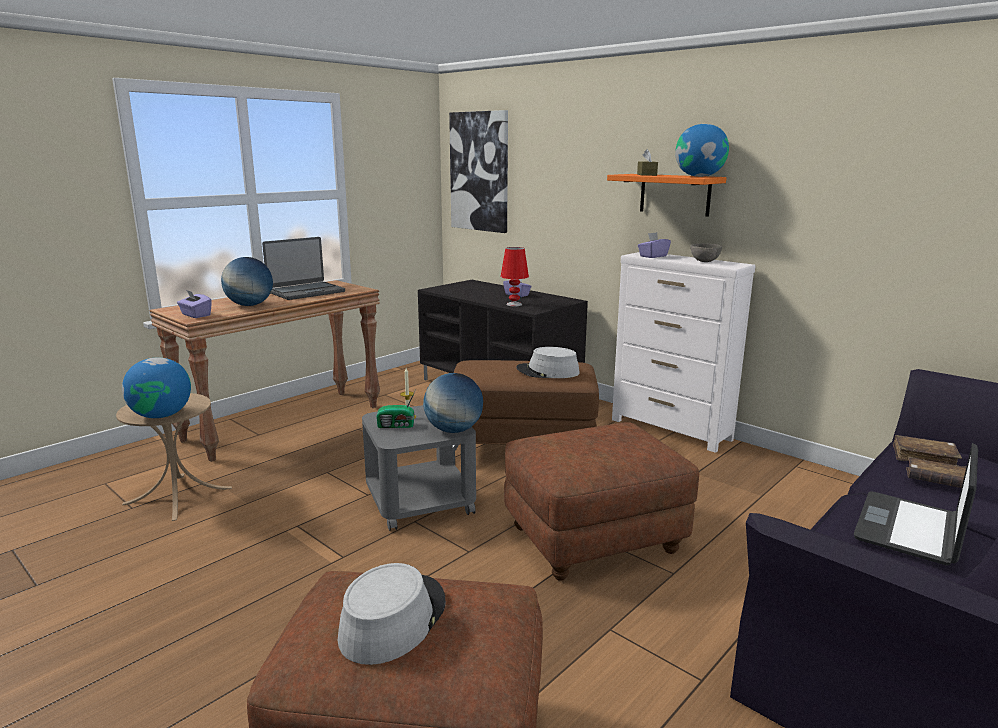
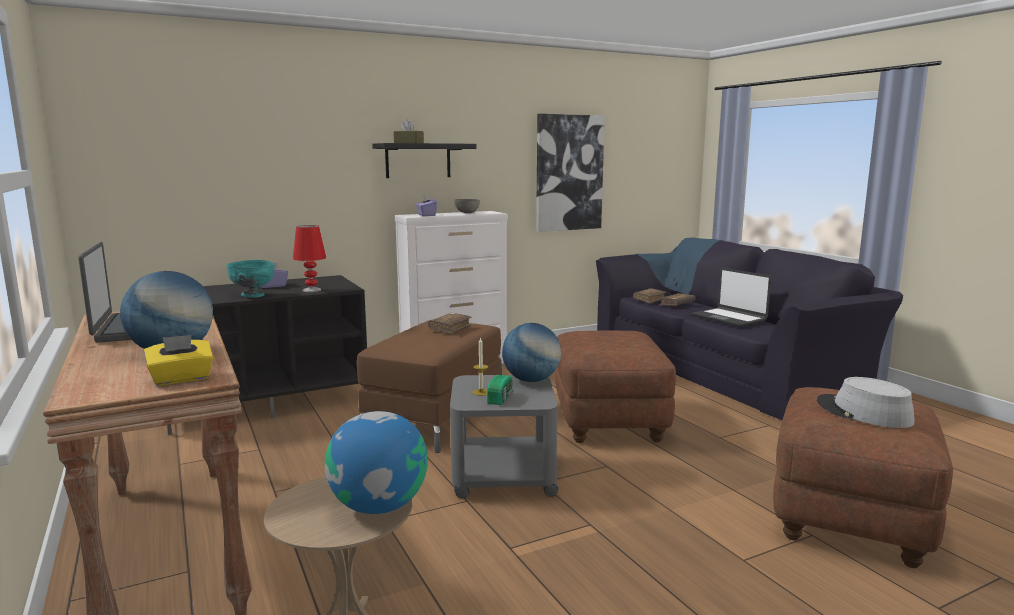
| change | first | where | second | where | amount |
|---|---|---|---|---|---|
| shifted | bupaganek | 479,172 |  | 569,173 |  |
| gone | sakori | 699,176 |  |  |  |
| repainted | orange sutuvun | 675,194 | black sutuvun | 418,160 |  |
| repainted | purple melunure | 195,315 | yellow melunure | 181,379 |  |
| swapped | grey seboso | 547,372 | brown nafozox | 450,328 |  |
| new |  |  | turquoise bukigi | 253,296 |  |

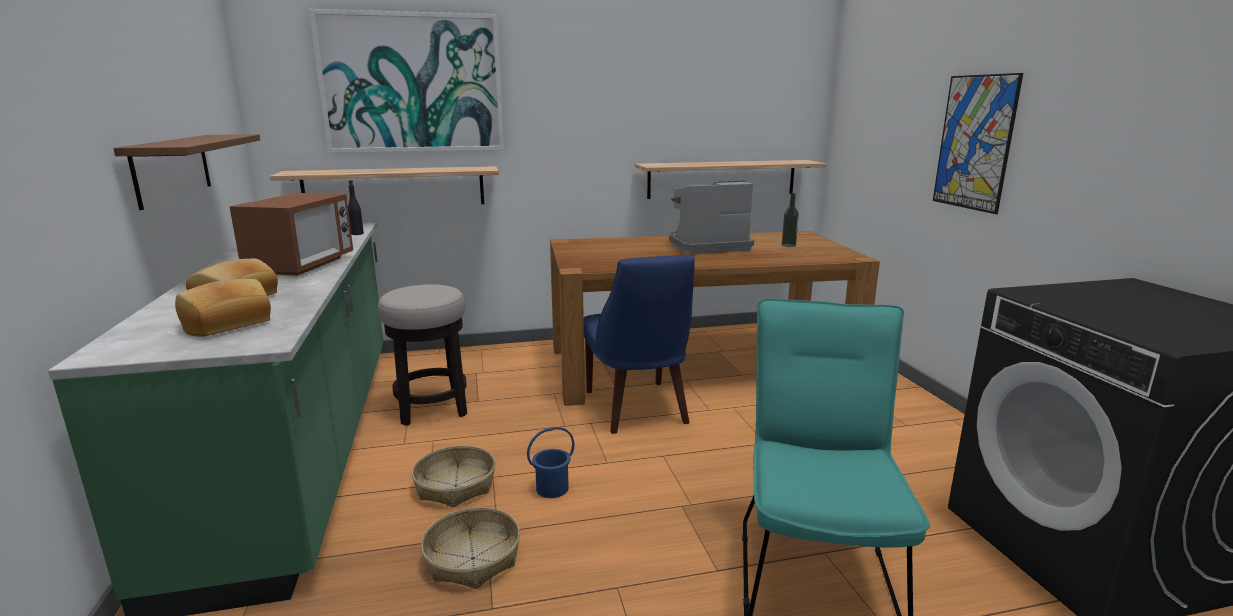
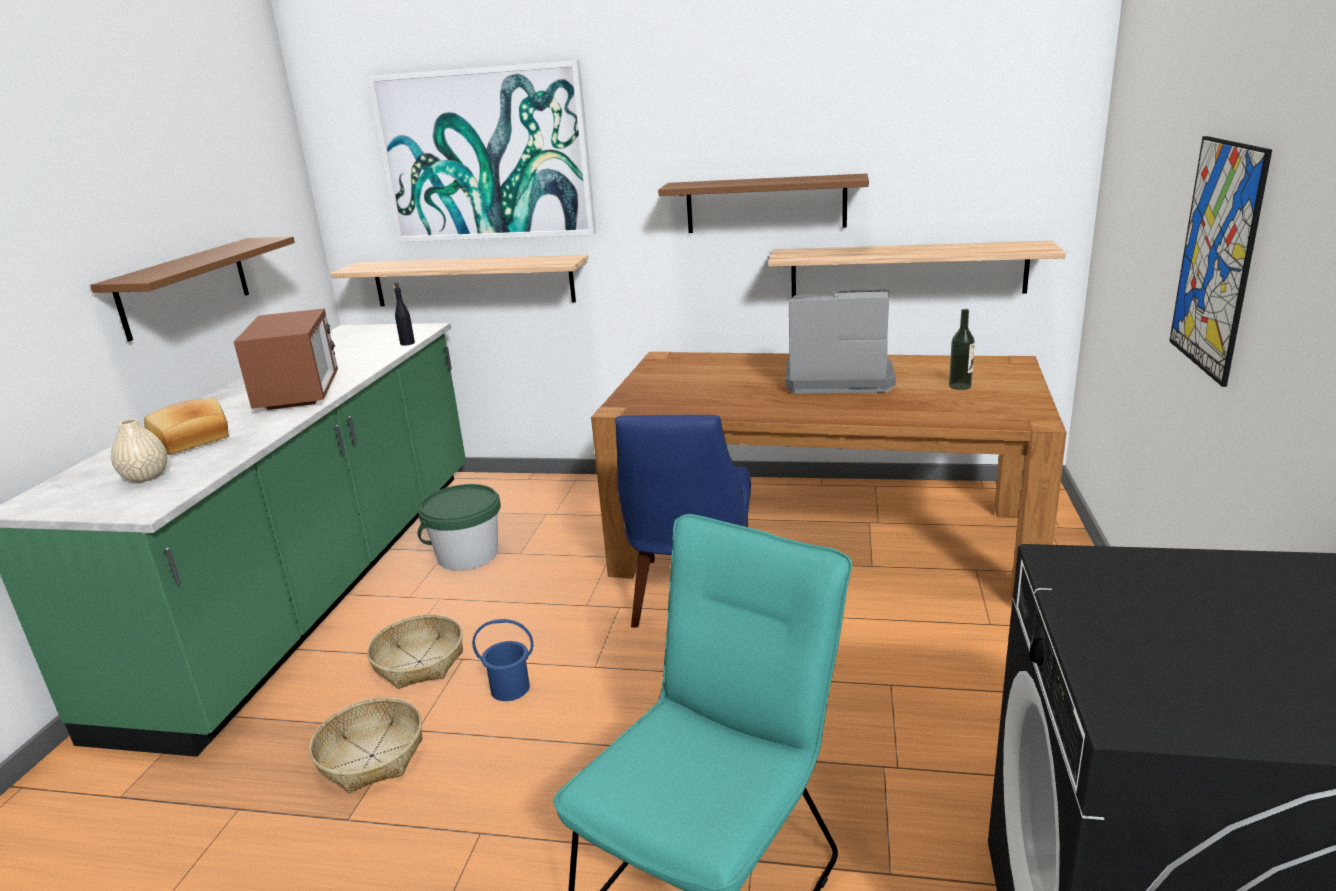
| change | first | where | second | where | amount |
|---|---|---|---|---|---|
| rotated | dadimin | 302,265 |  | 299,394 | 45 degrees counterclockwise |
| swapped | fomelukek | 226,324 | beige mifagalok | 146,477 |  |
| swapped | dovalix | 432,408 | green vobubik | 468,555 |  |
| new |  |  | brown sutuvun | 765,204 |  |

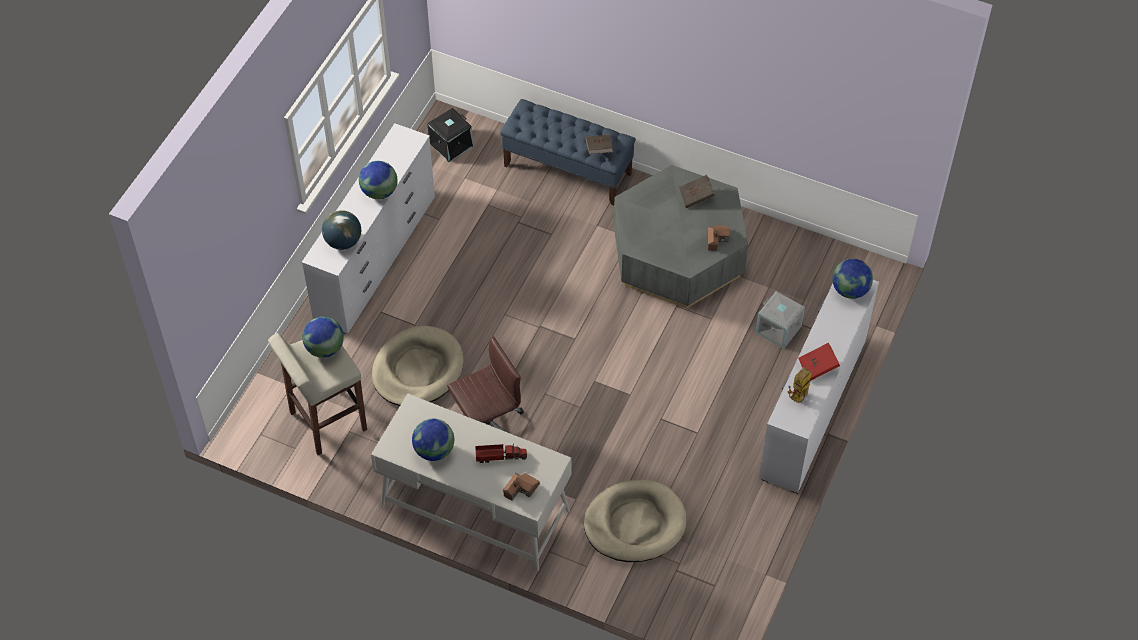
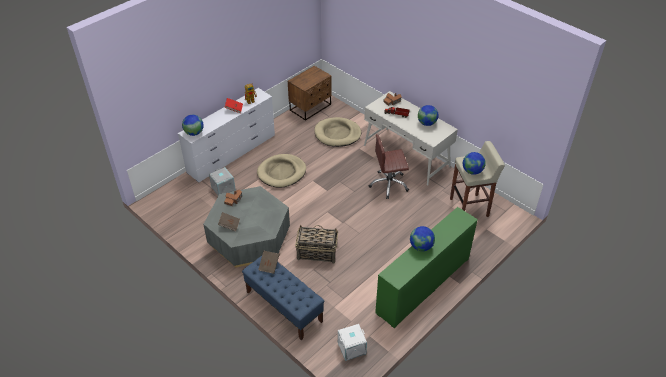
| change | first | where | second | where | amount |
|---|---|---|---|---|---|
| repainted | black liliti | 450,144 | white liliti | 351,348 |  |
| repainted | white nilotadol | 376,258 | green nilotadol | 423,285 |  |
| gone | sakori | 343,242 |  |  |  |
| shifted | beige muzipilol | 417,369 |  | 282,172 |  |
| new |  |  | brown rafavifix | 311,107 |  |
| new |  |  | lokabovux | 316,252 |  |

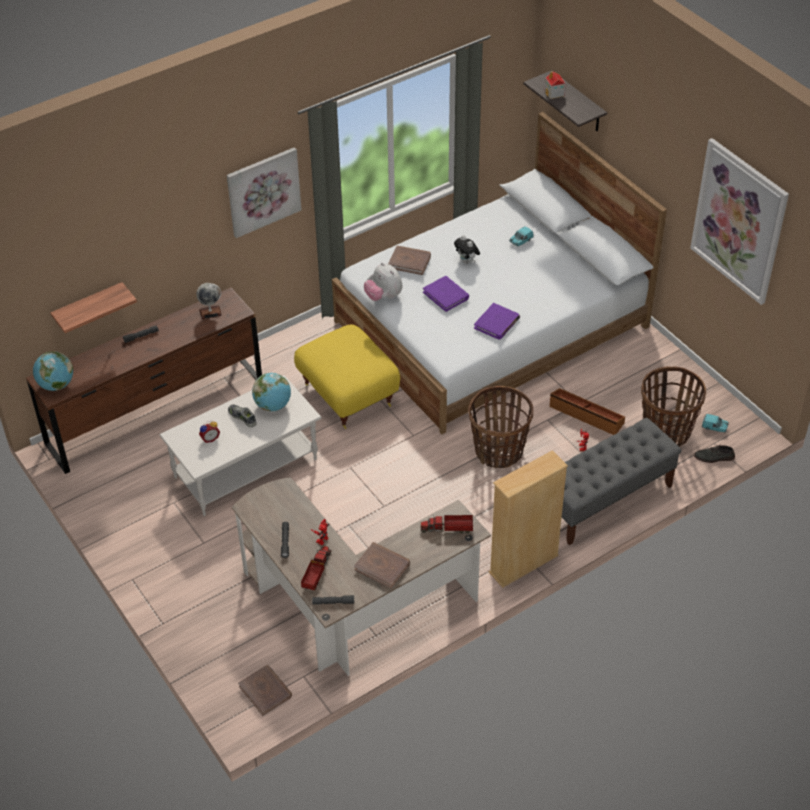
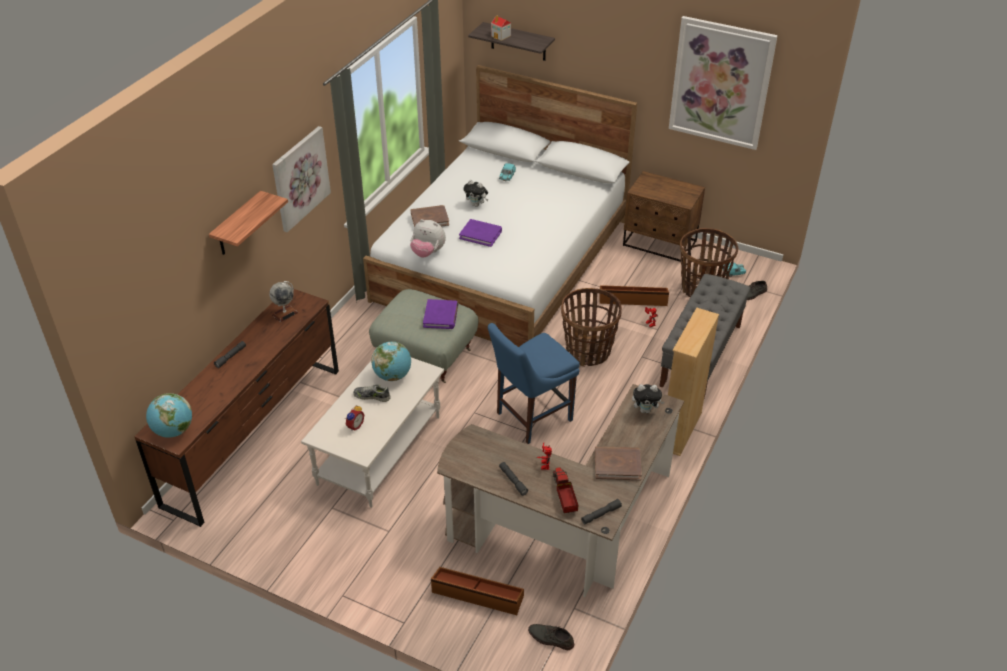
| change | first | where | second | where | amount |
|---|---|---|---|---|---|
| shifted | sutuvun | 89,308 |  | 237,225 |  |
| shifted | purple nafozox | 497,323 |  | 441,316 |  |
| repainted | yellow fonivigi | 349,394 | grey fonivigi | 426,354 |  |
| swapped | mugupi | 448,528 | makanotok | 645,410 |  |
| swapped | brown nafozox | 265,691 | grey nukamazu | 550,638 |  |
| new |  |  | brown rafavifix | 659,244 |  |
| new |  |  | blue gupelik | 531,418 |  |
| new |  |  | brown liliti | 477,595 |  |

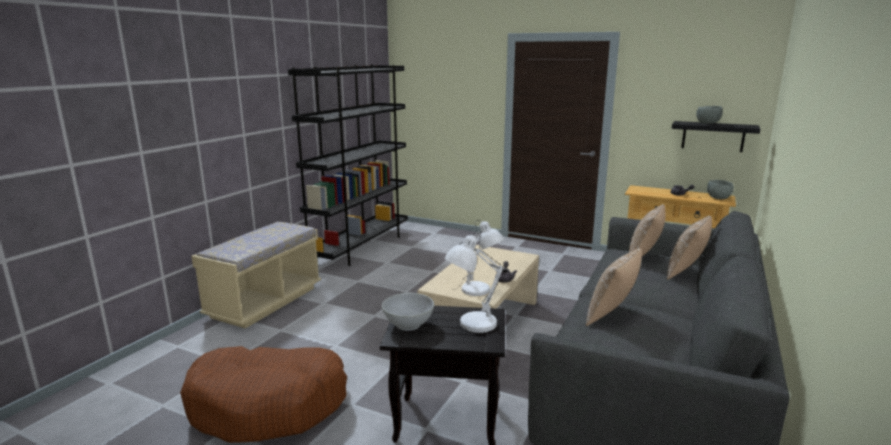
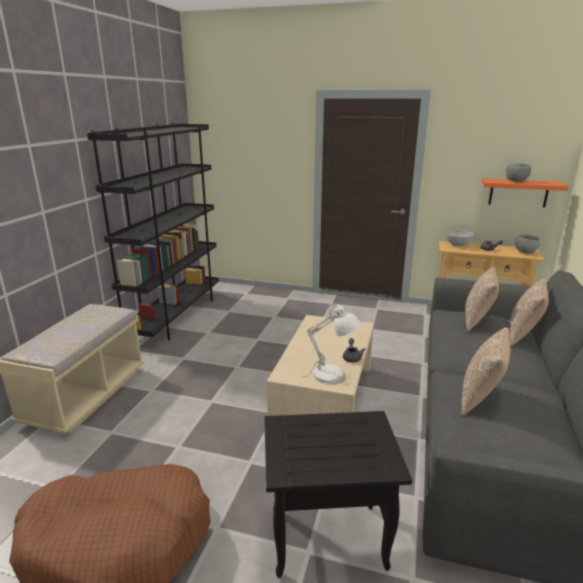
| change | first | where | second | where | amount |
|---|---|---|---|---|---|
| repainted | black sutuvun | 713,136 | orange sutuvun | 518,193 |  |
| gone | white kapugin | 473,325 |  |  |  |
| shifted | white bukigi | 408,325 |  | 457,245 |  |

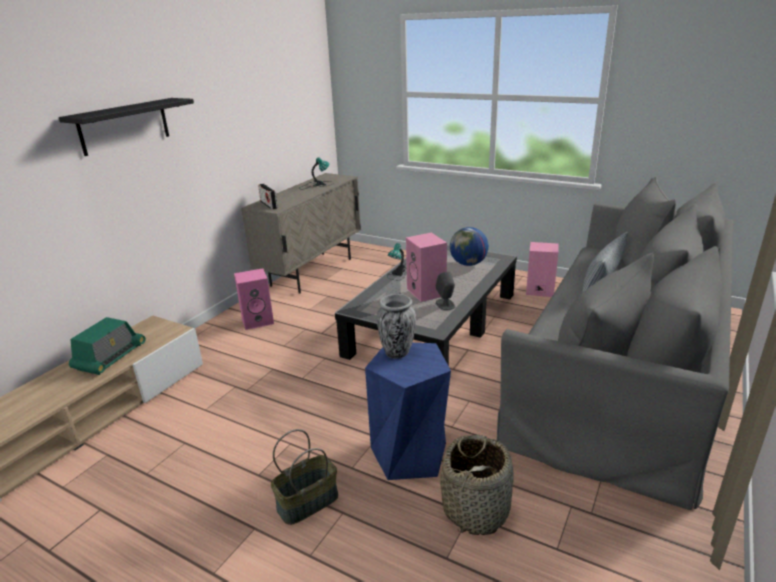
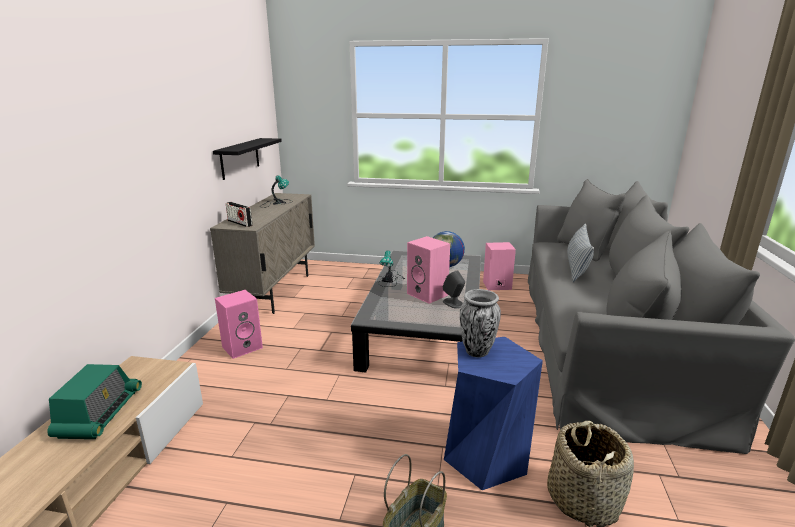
| change | first | where | second | where | amount |
|---|---|---|---|---|---|
| shifted | black sutuvun | 124,126 |  | 240,158 |  |

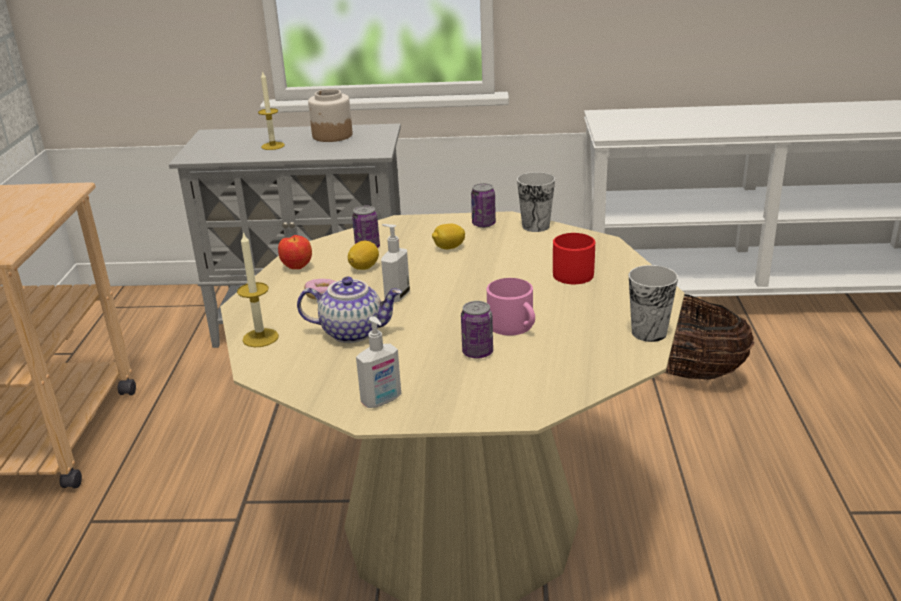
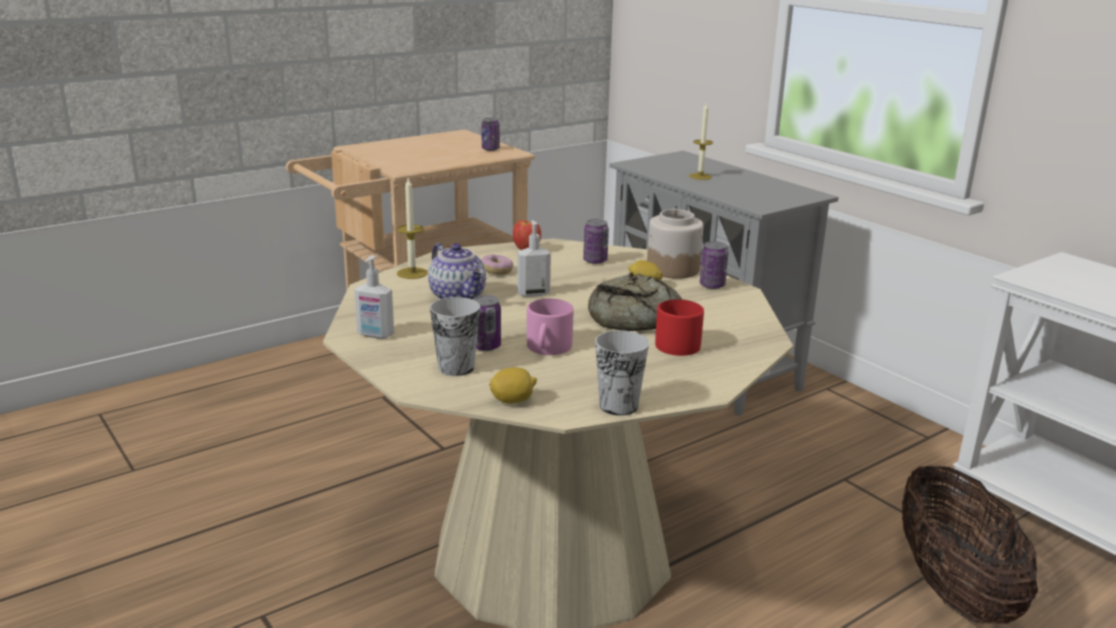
| change | first | where | second | where | amount |
|---|---|---|---|---|---|
| shifted | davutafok | 332,135 |  | 672,269 |  |
| shifted | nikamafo | 535,226 |  | 456,367 |  |
| shifted | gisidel | 364,267 |  | 513,401 |  |
| new |  |  | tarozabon | 490,149 |  |
| new |  |  | fomelukek | 634,318 |  |

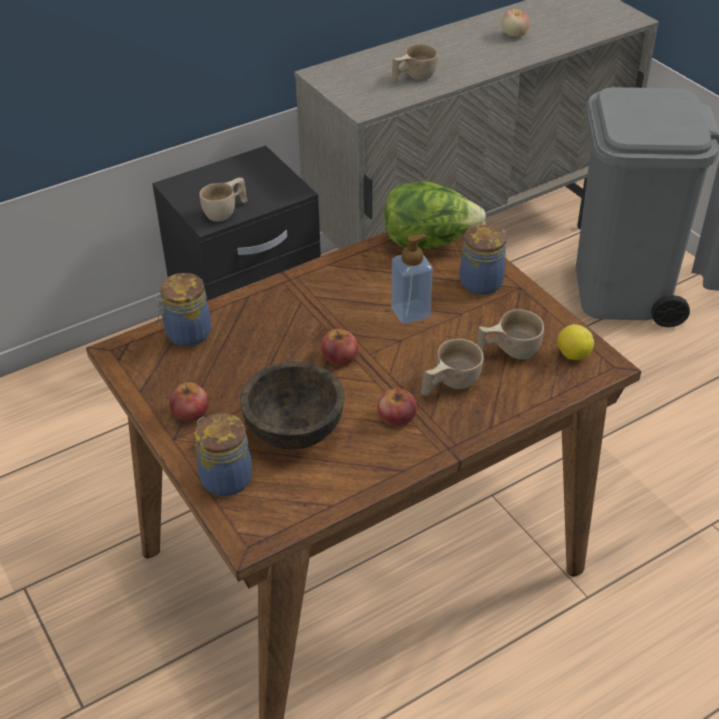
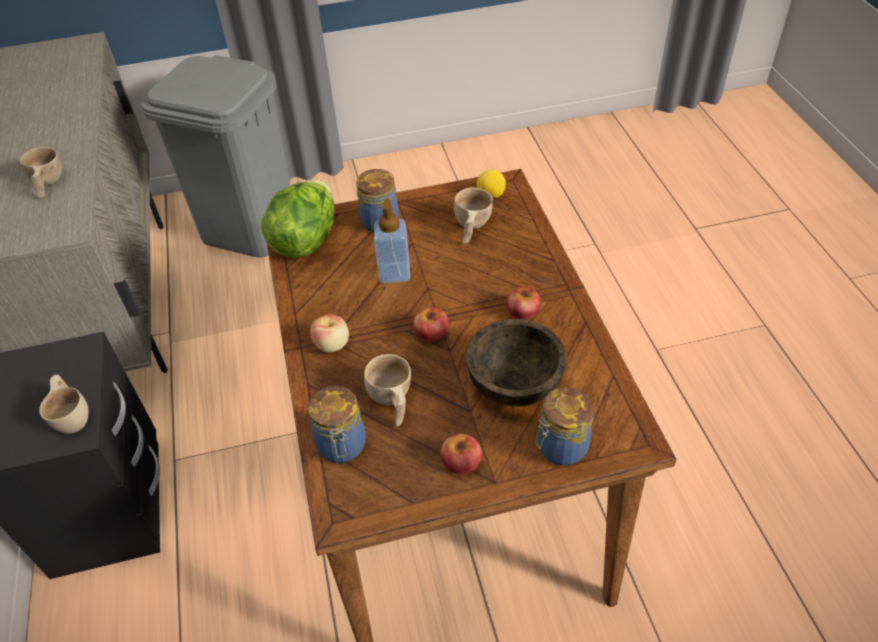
| change | first | where | second | where | amount |
|---|---|---|---|---|---|
| shifted | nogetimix | 514,35 |  | 332,344 |  |
| shifted | beige nikamafo | 449,384 |  | 391,402 |  |

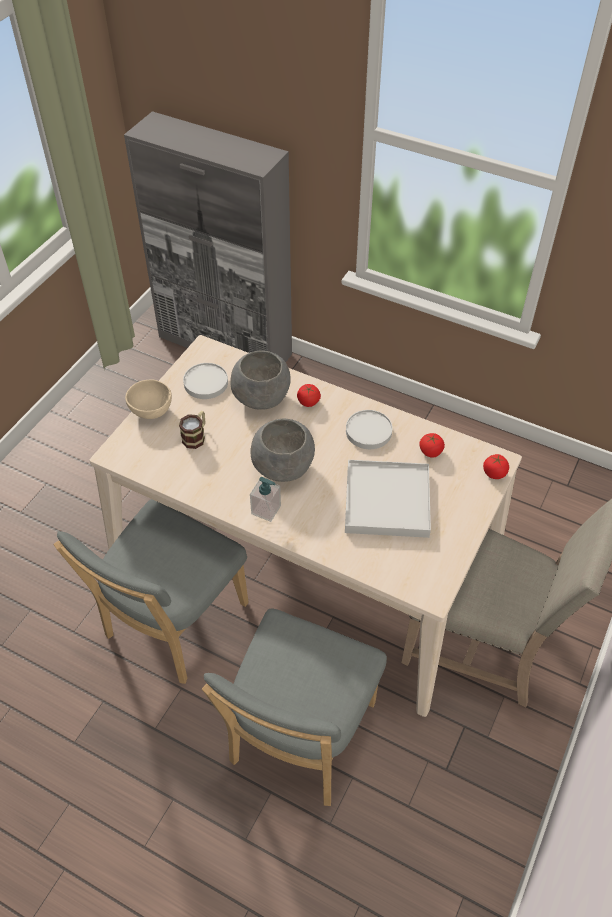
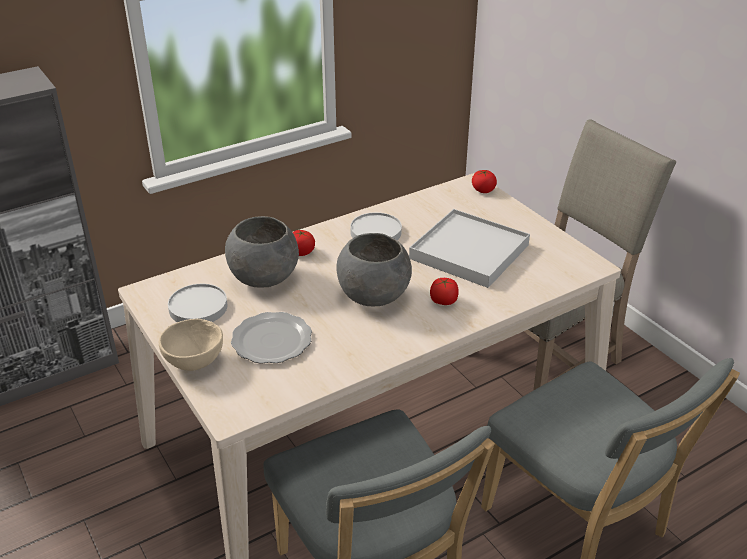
| change | first | where | second | where | amount |
|---|---|---|---|---|---|
| swapped | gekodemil | 196,436 | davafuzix | 270,340 |  |
| shifted | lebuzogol | 430,451 |  | 443,301 |  |
| gone | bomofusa | 266,510 |  |  |  |

